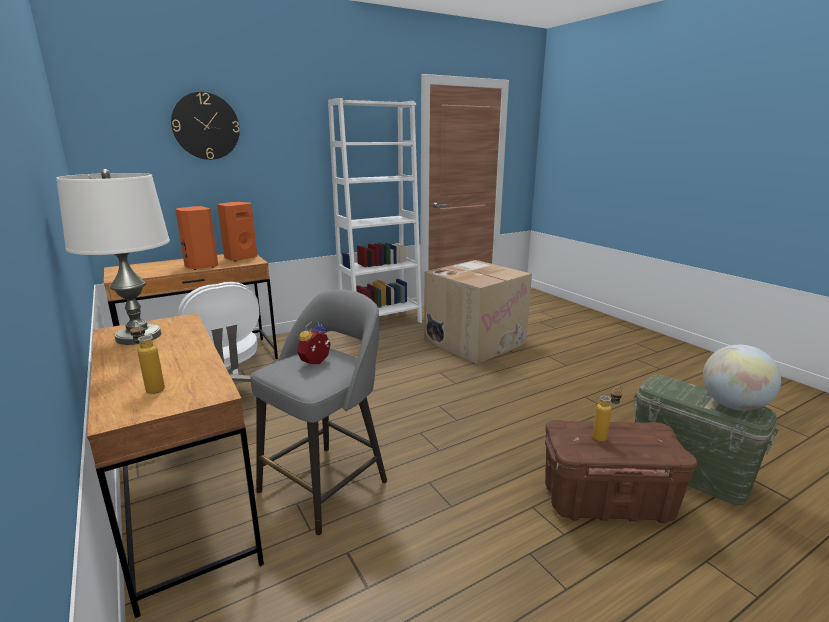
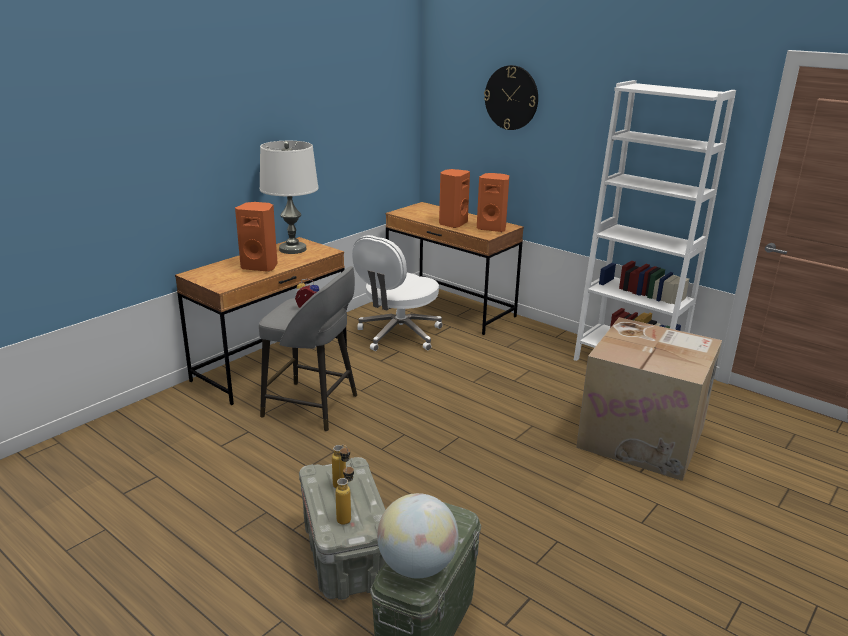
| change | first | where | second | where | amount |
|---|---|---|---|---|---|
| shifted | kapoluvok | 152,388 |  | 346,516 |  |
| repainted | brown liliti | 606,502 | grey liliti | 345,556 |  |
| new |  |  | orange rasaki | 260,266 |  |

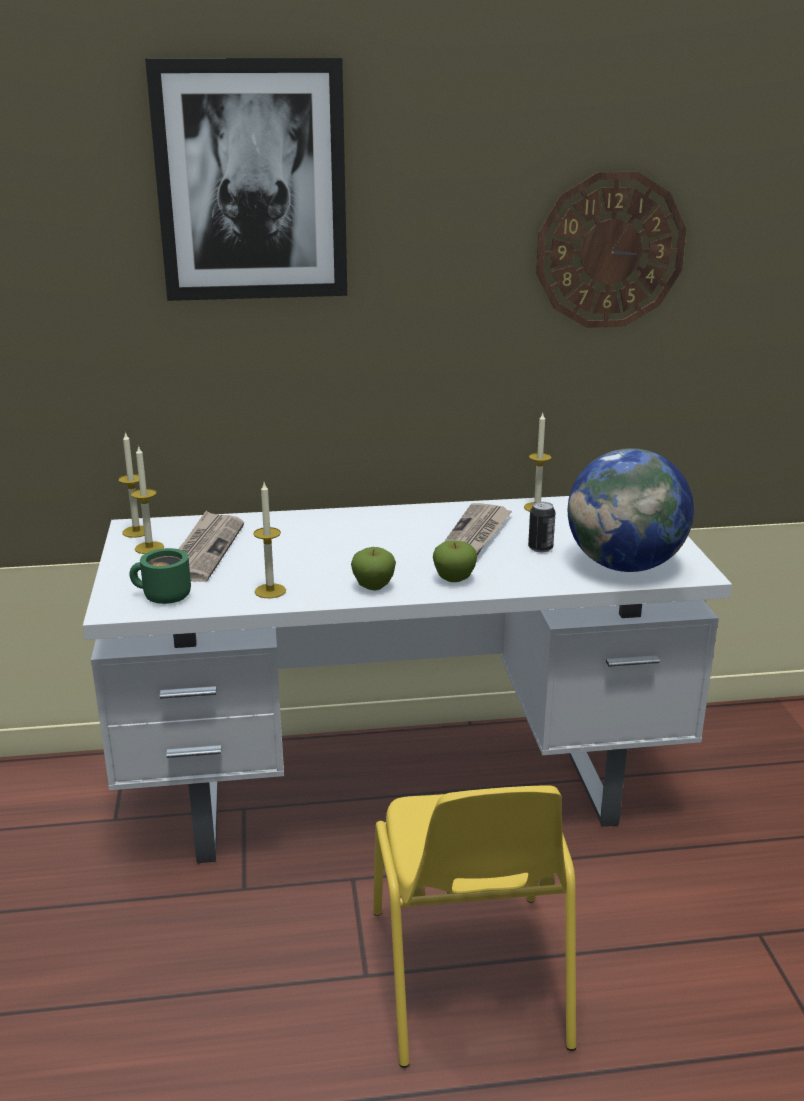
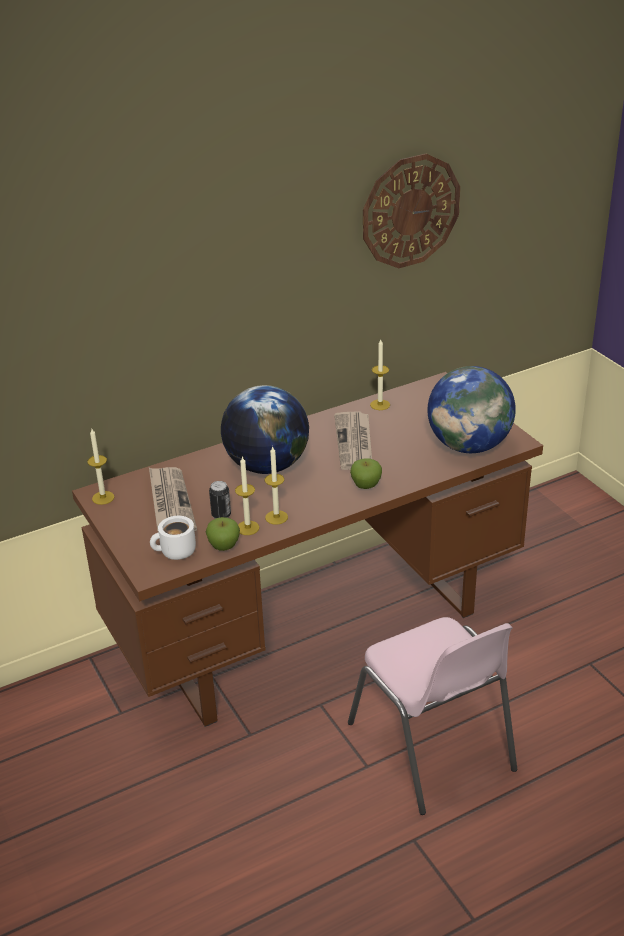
| change | first | where | second | where | amount |
|---|---|---|---|---|---|
| gone | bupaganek | 251,182 |  |  |  |
| shifted | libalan | 149,548 |  | 276,517 |  |
| repainted | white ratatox | 403,791 | brown ratatox | 317,630 |  |
| shifted | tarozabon | 540,548 |  | 221,515 |  |
| shifted | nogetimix | 373,587 |  | 224,546 |  |
| repainted | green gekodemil | 162,597 | white gekodemil | 175,553 |  |
| repainted | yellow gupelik | 469,979 | pink gupelik | 432,748 |  |
| new |  |  | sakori | 266,466 |  |

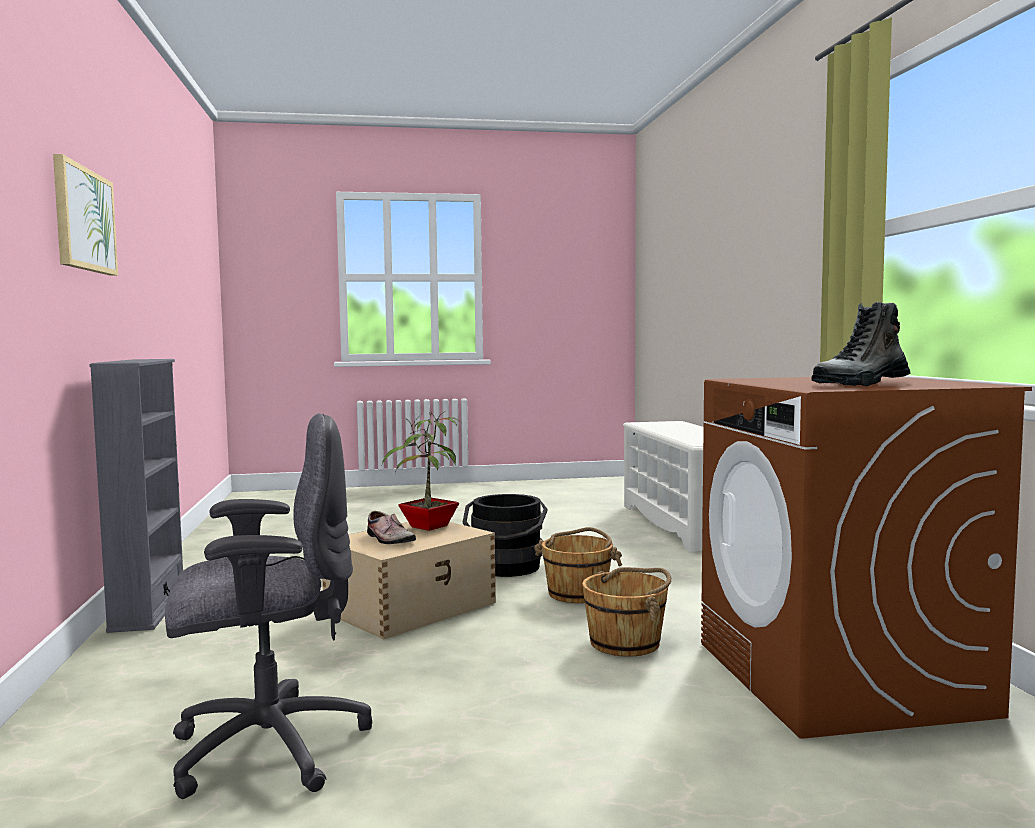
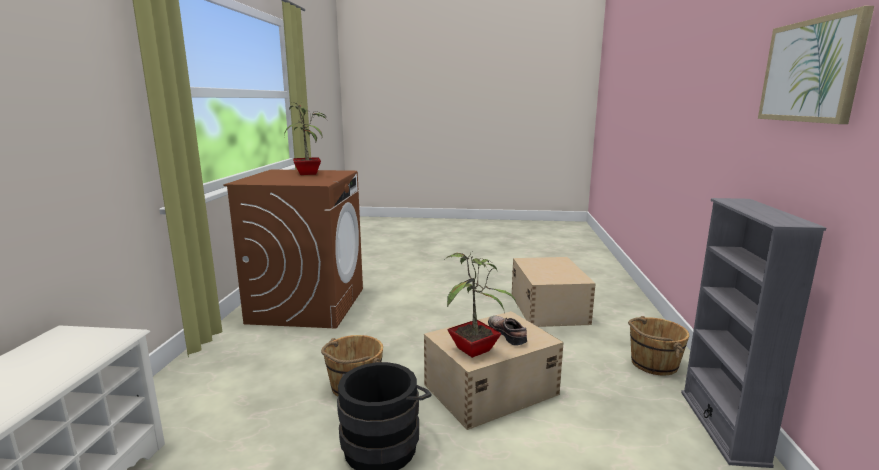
| change | first | where | second | where | amount |
|---|---|---|---|---|---|
| swapped | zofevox | 861,384 | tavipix | 309,173 |  |
| swapped | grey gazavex | 266,748 | beige liliti | 548,308 |  |
| shifted | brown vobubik | 626,643 |  | 653,364 |  |

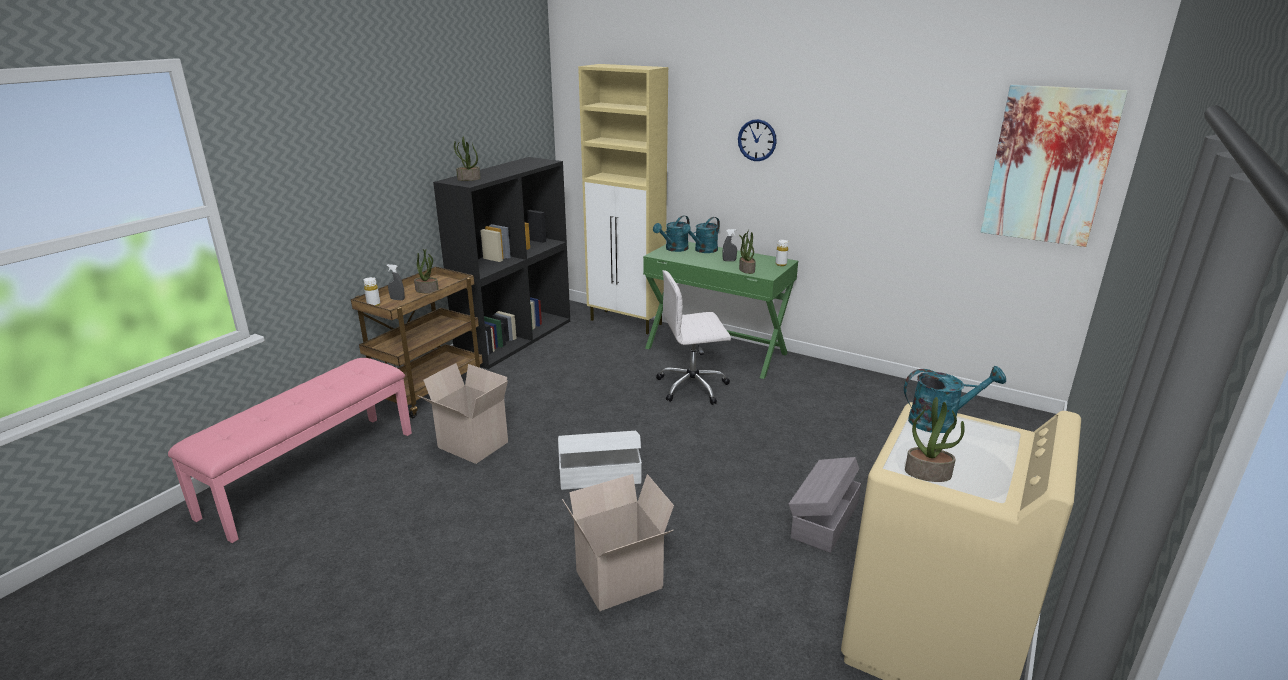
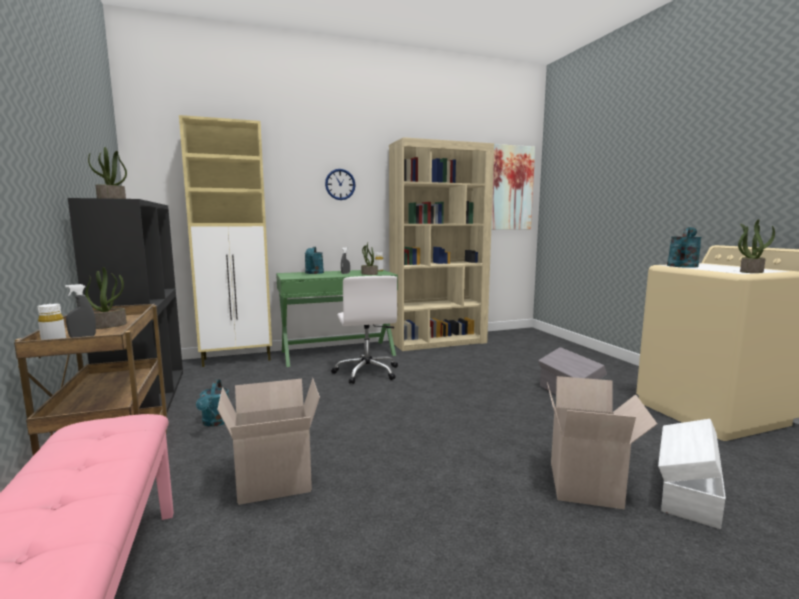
| change | first | where | second | where | amount |
|---|---|---|---|---|---|
| shifted | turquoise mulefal | 674,249 |  | 215,422 |  |
| rotated | white gazavex | 693,387 |  | 367,372 | 45 degrees counterclockwise |
| shifted | white liliti | 599,475 |  | 687,493 |  |
| new |  |  | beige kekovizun | 438,342 |  |

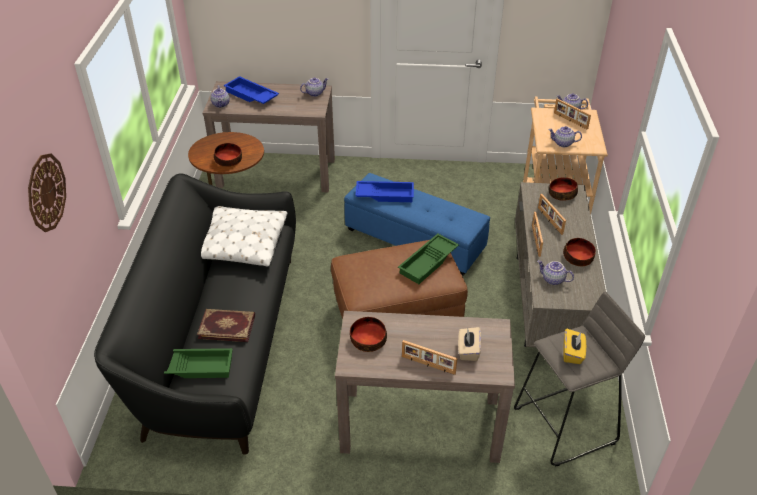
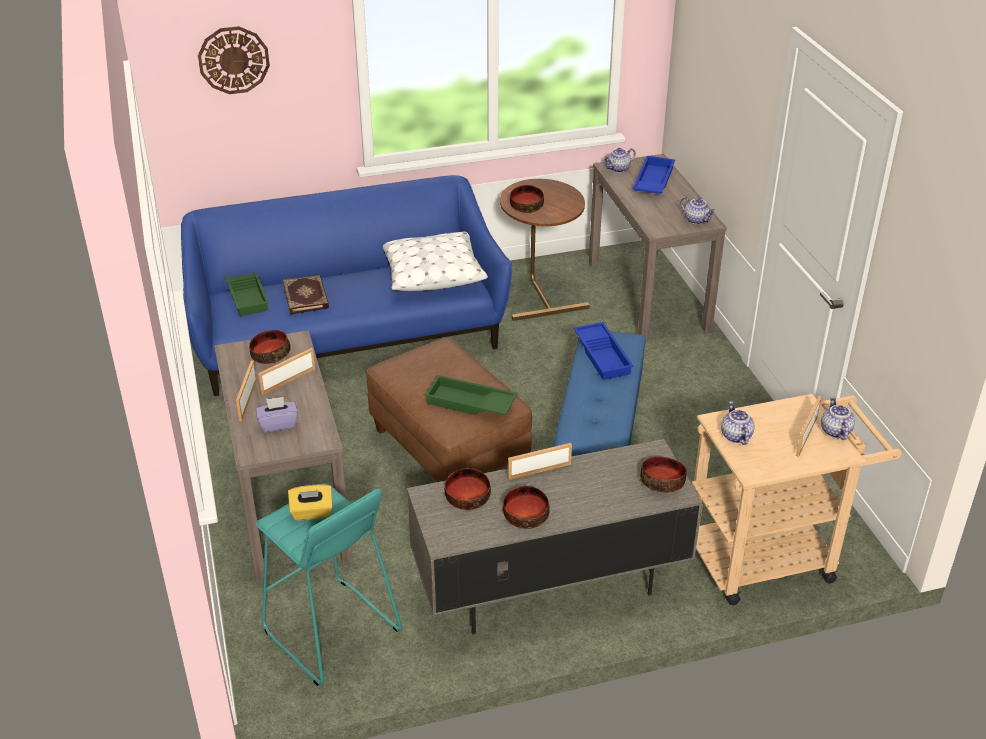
| change | first | where | second | where | amount |
|---|---|---|---|---|---|
| repainted | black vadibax | 220,343 | blue vadibax | 348,338 |  |
| shifted | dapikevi | 549,221 |  | 287,381 |  |
| swapped | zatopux | 552,280 | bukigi | 467,497 |  |
| repainted | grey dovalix | 565,425 | turquoise dovalix | 331,632 |  |
| repainted | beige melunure | 468,350 | purple melunure | 278,424 |  |

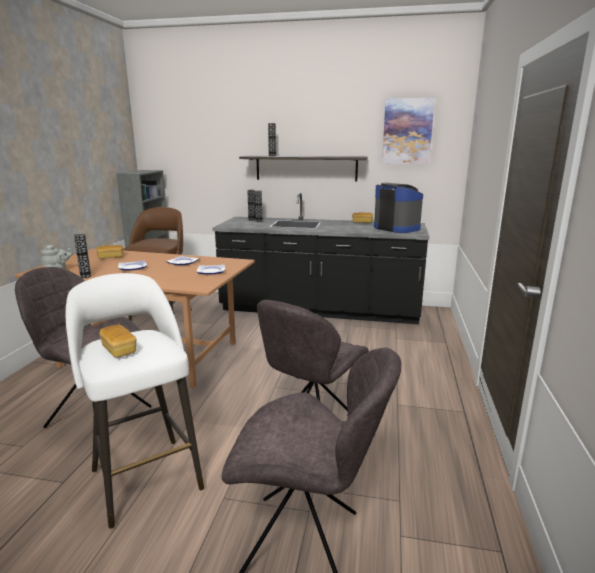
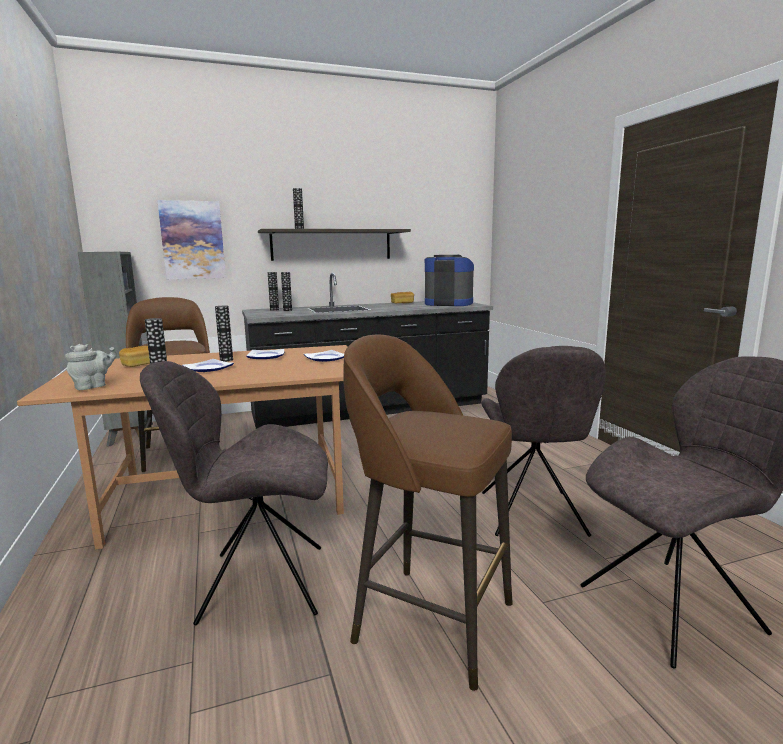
| change | first | where | second | where | amount |
|---|---|---|---|---|---|
| shifted | bupaganek | 407,131 |  | 192,240 |  |
| repainted | white dovalix | 145,477 | brown dovalix | 429,620 |  |
| gone | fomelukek | 119,350 |  |  |  |
| new |  |  | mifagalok | 226,360 |  |

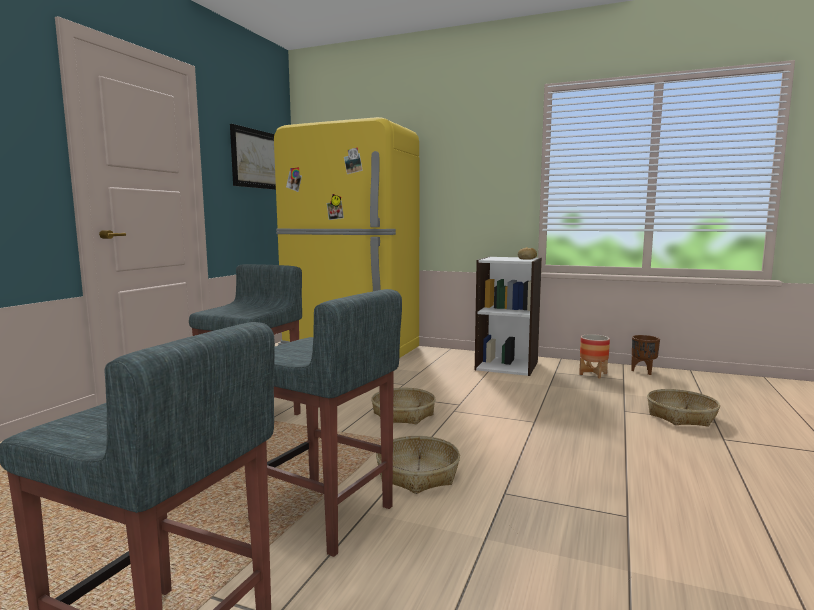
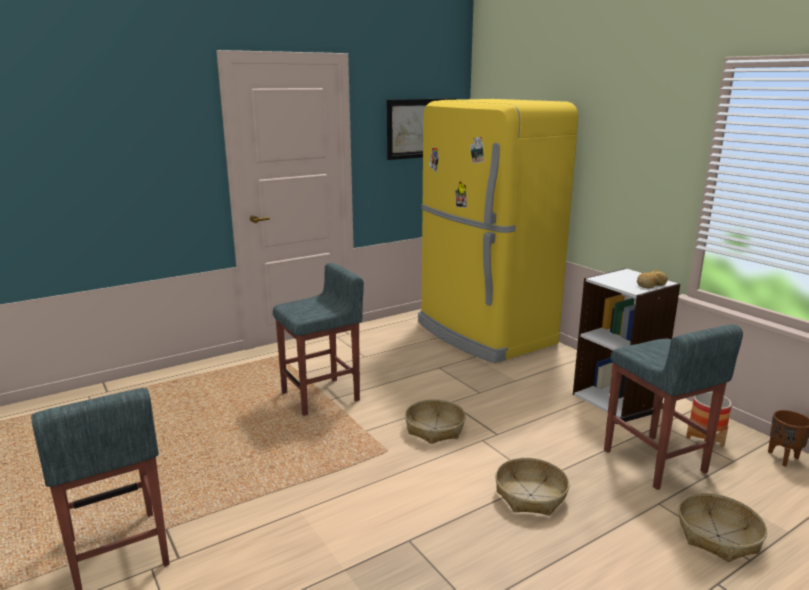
| change | first | where | second | where | amount |
|---|---|---|---|---|---|
| shifted | grey dovalix | 323,515 |  | 655,462 |  |
| shifted | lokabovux | 417,474 |  | 530,495 |  |

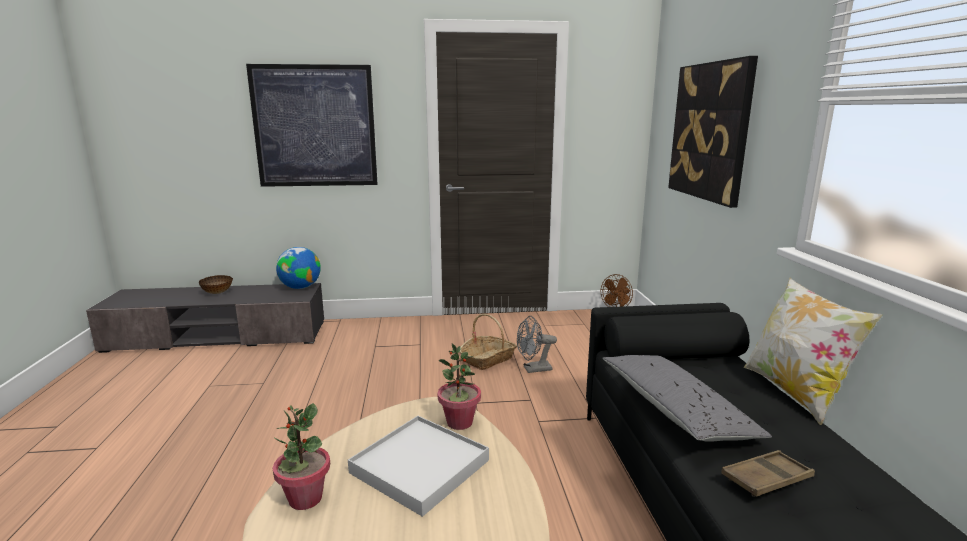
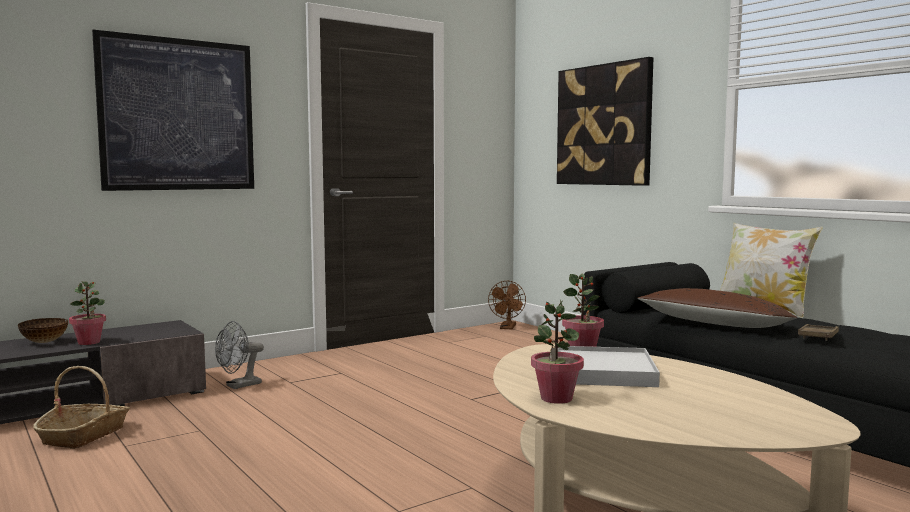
| change | first | where | second | where | amount |
|---|---|---|---|---|---|
| gone | sakori | 300,287 |  |  |  |
| shifted | lokabovux | 488,359 |  | 84,435 |  |
| shifted | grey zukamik | 533,369 |  | 239,386 |  |
| repainted | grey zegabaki | 675,410 | brown zegabaki | 714,324 |  |
| new |  |  | tavipix | 89,342 |  |

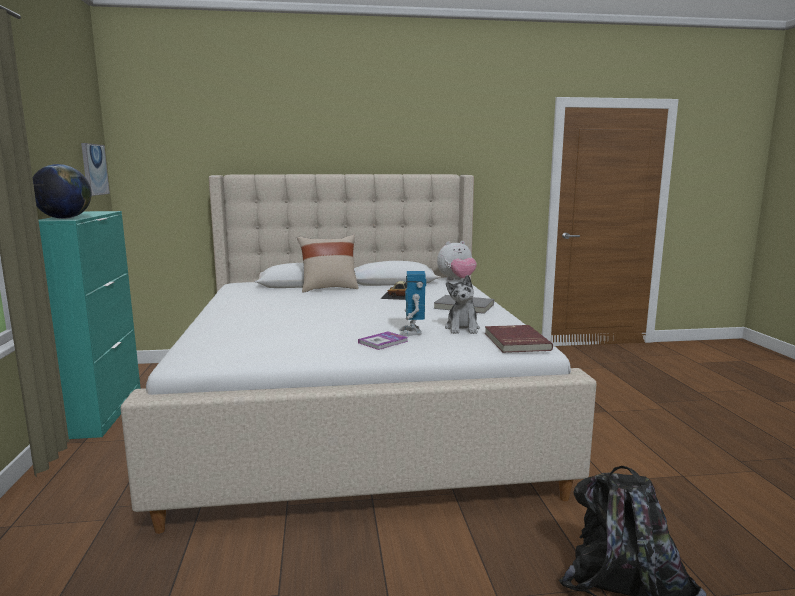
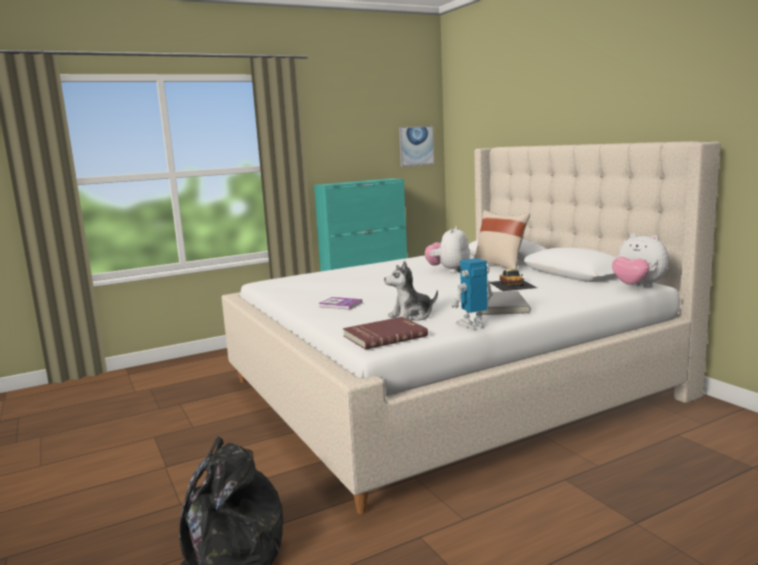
| change | first | where | second | where | amount |
|---|---|---|---|---|---|
| gone | sakori | 64,218 |  |  |  |
| shifted | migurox | 412,333 |  | 472,325 |  |
| new |  |  | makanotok | 449,270 |  |

